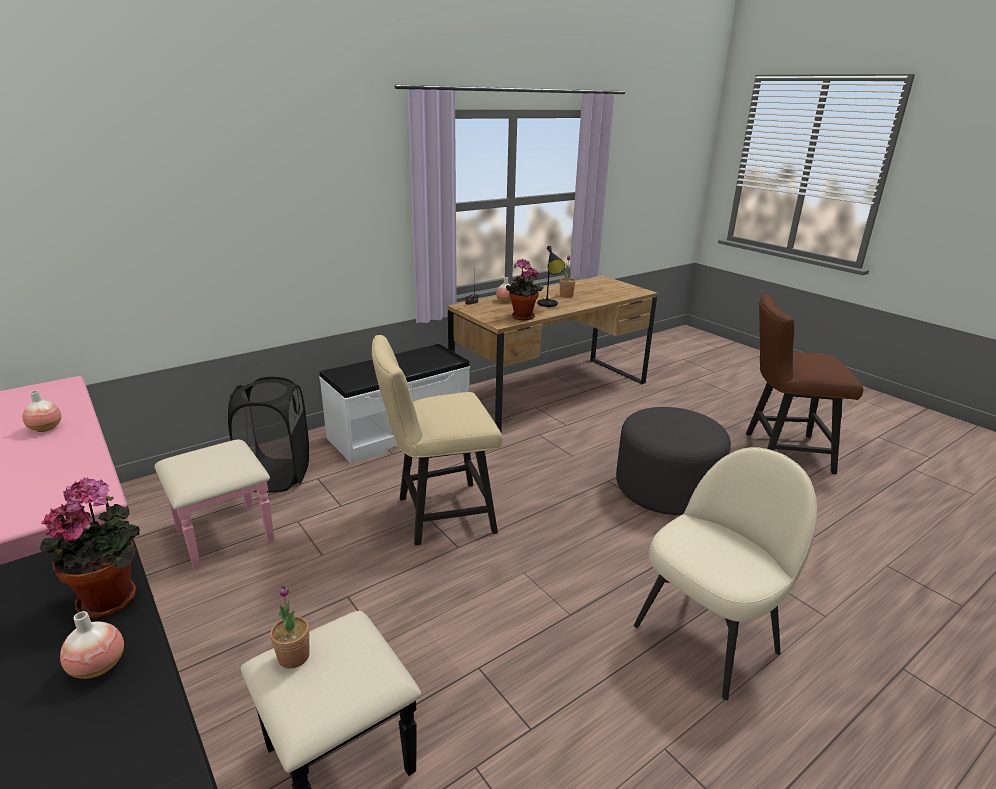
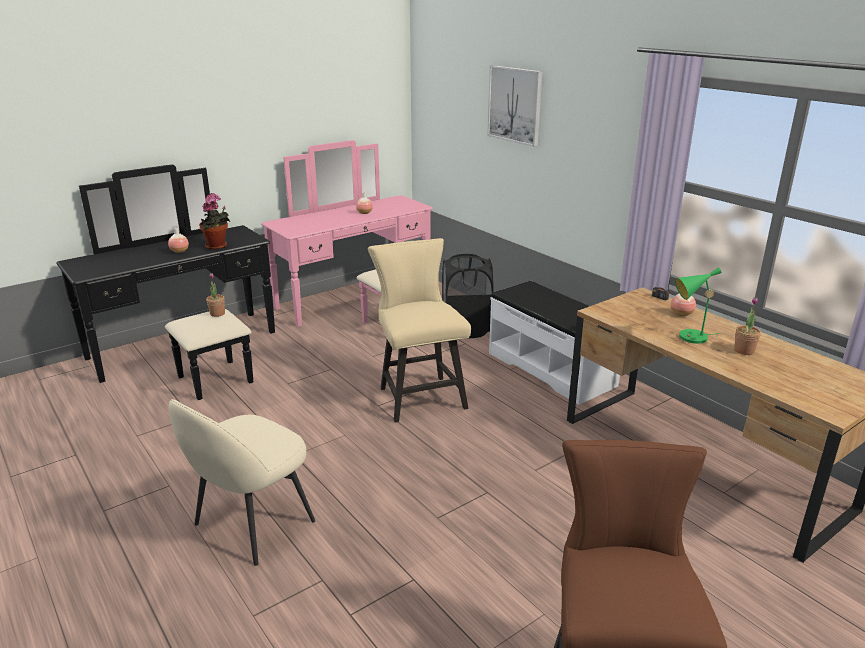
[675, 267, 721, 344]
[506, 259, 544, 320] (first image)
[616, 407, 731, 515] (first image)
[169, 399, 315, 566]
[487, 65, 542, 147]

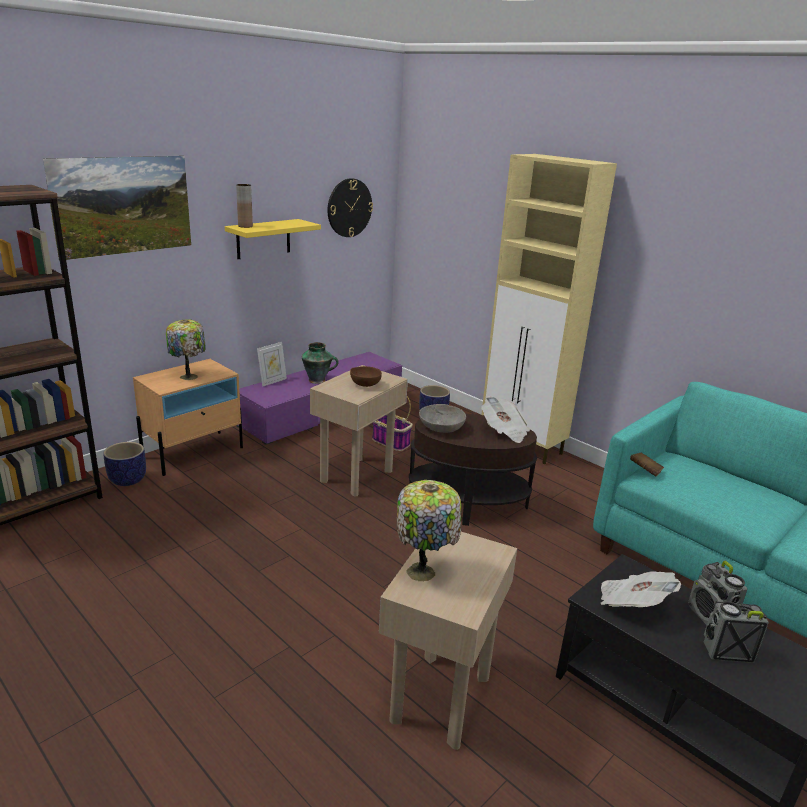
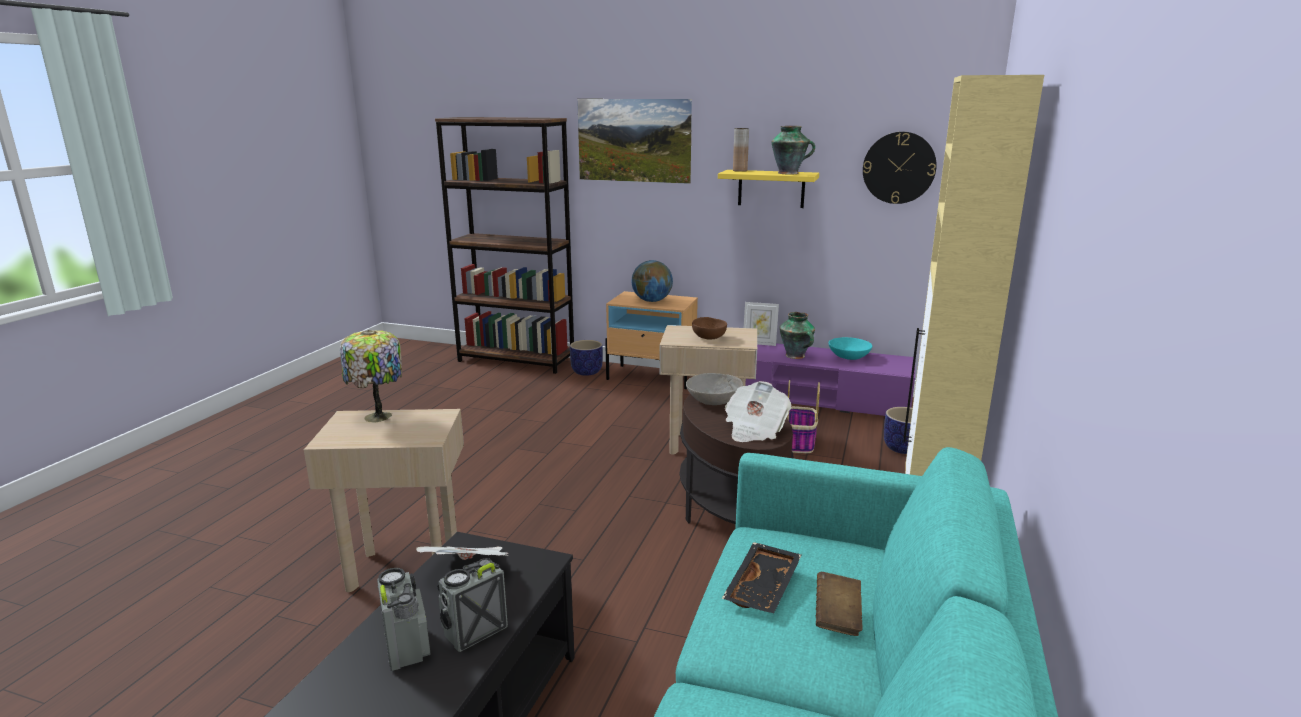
[631, 260, 673, 302]
[816, 572, 863, 636]
[771, 126, 815, 174]
[829, 337, 872, 360]
[722, 542, 802, 613]

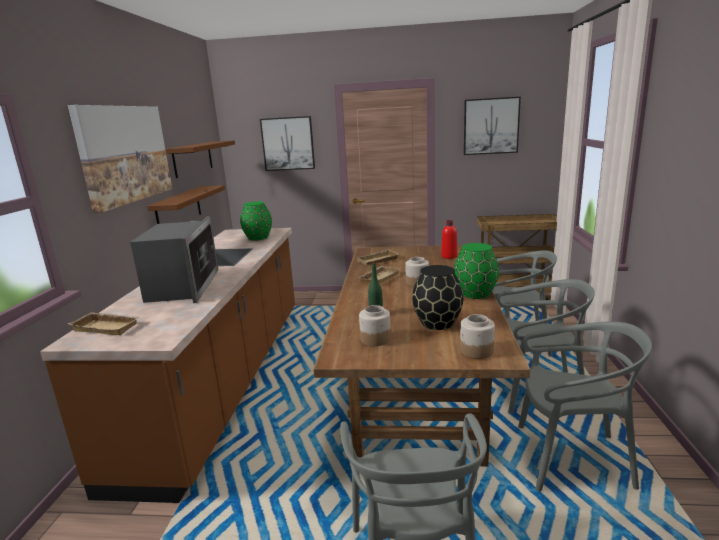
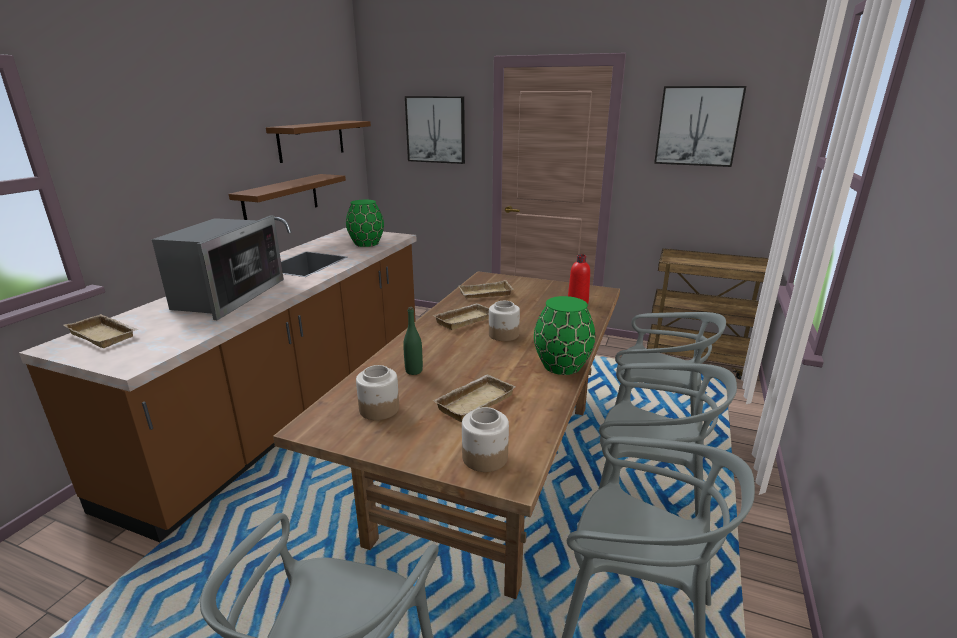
[68, 105, 172, 213] (first image)
[432, 374, 515, 422]

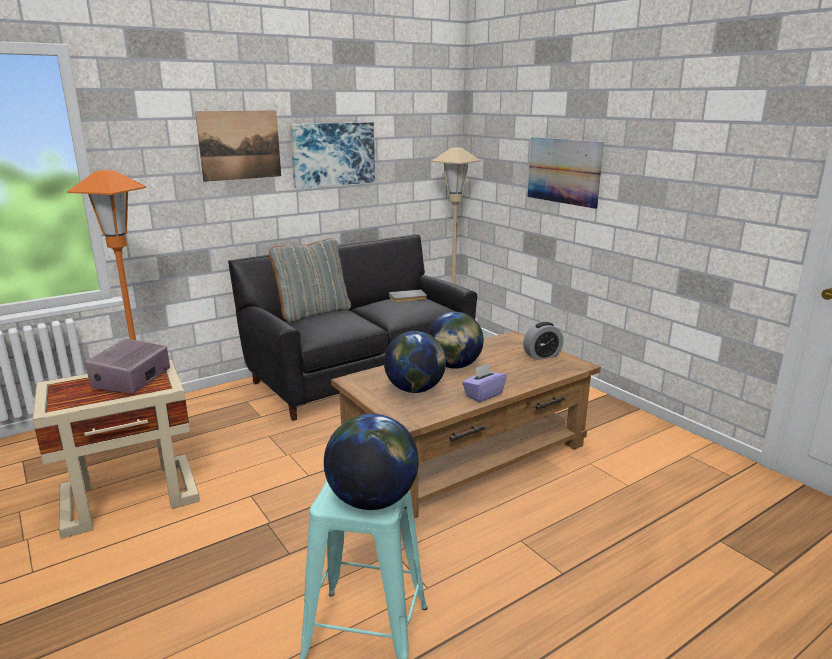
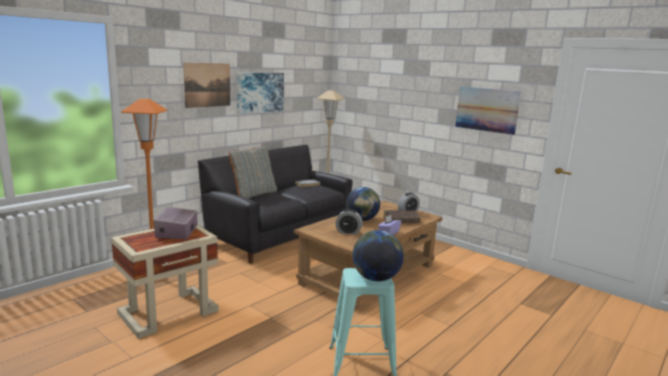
[455, 86, 521, 135]
[336, 209, 363, 235]
[383, 210, 421, 223]

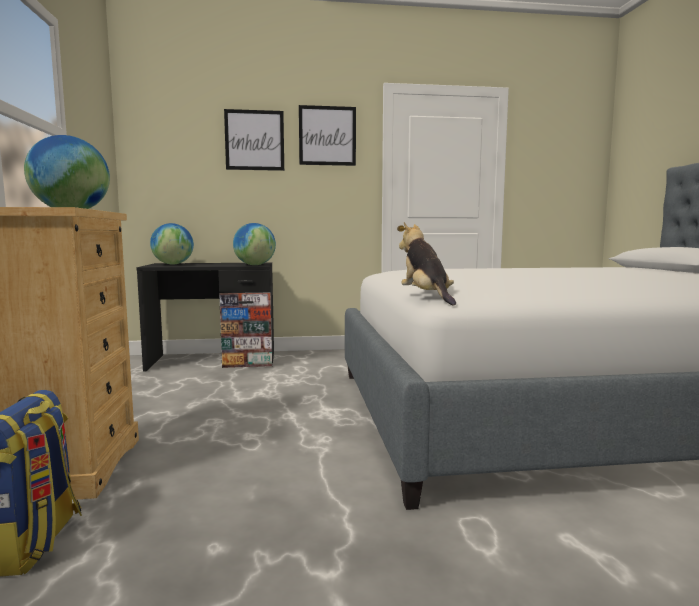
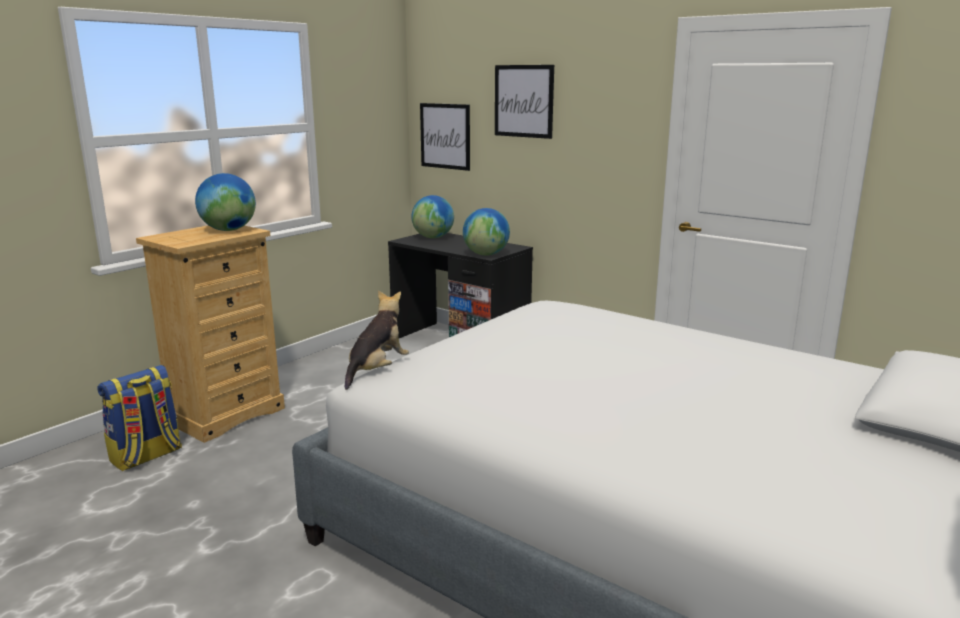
[420, 103, 470, 171]

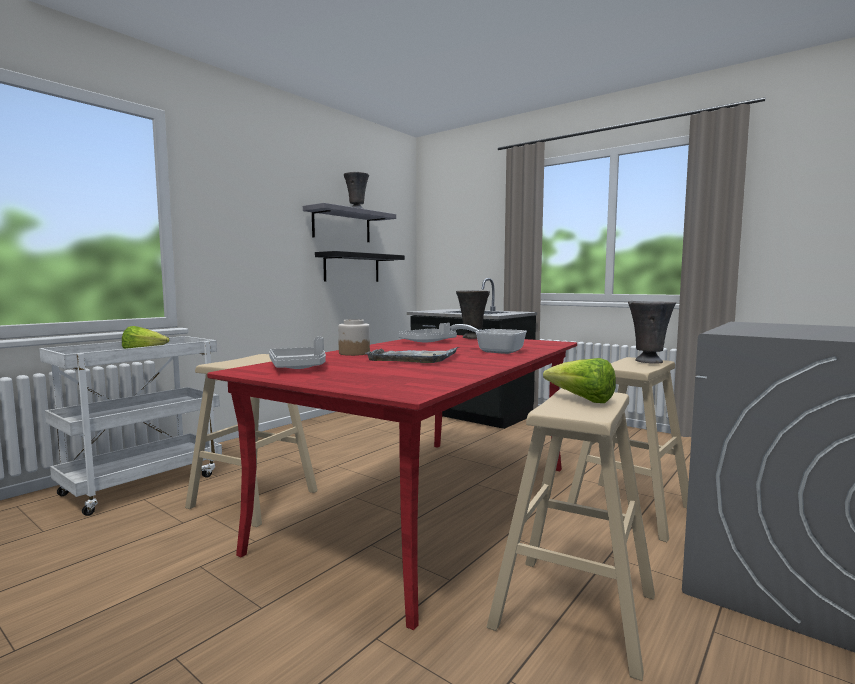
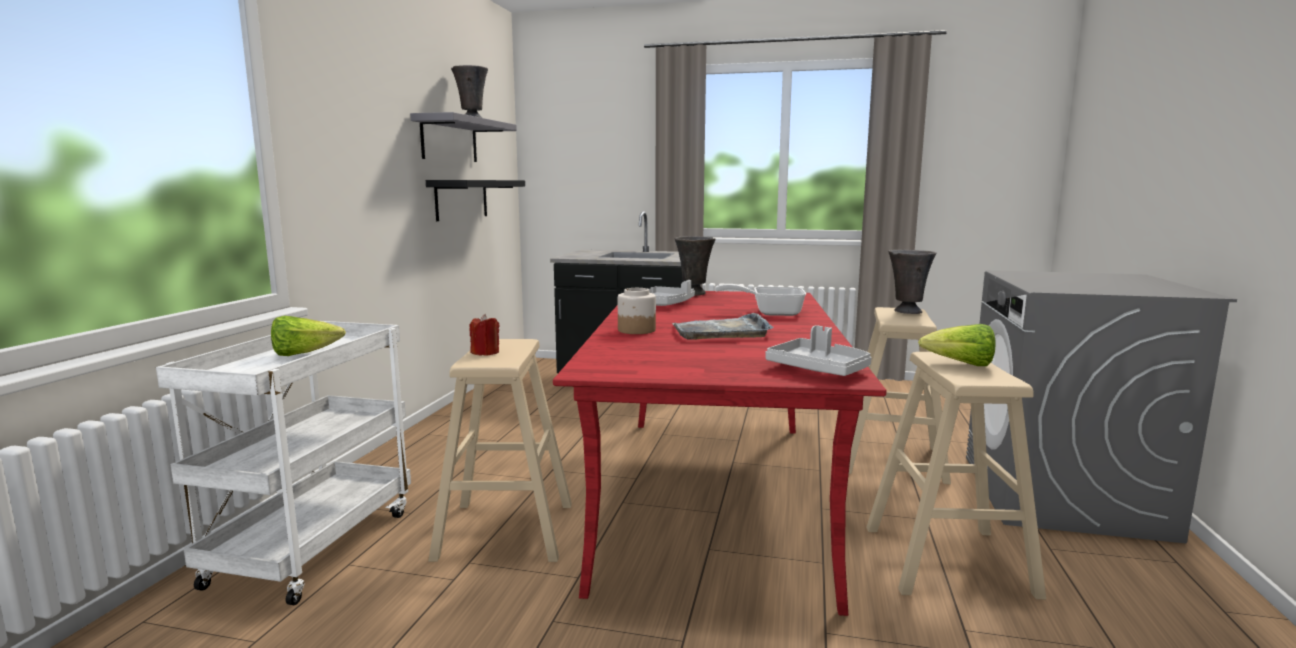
[765, 325, 872, 376]
[470, 314, 500, 356]

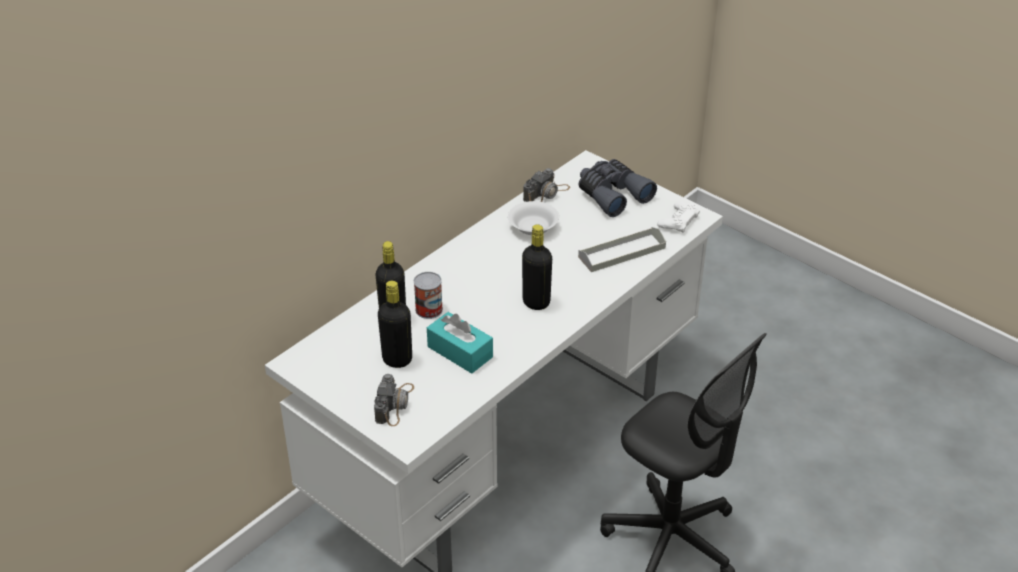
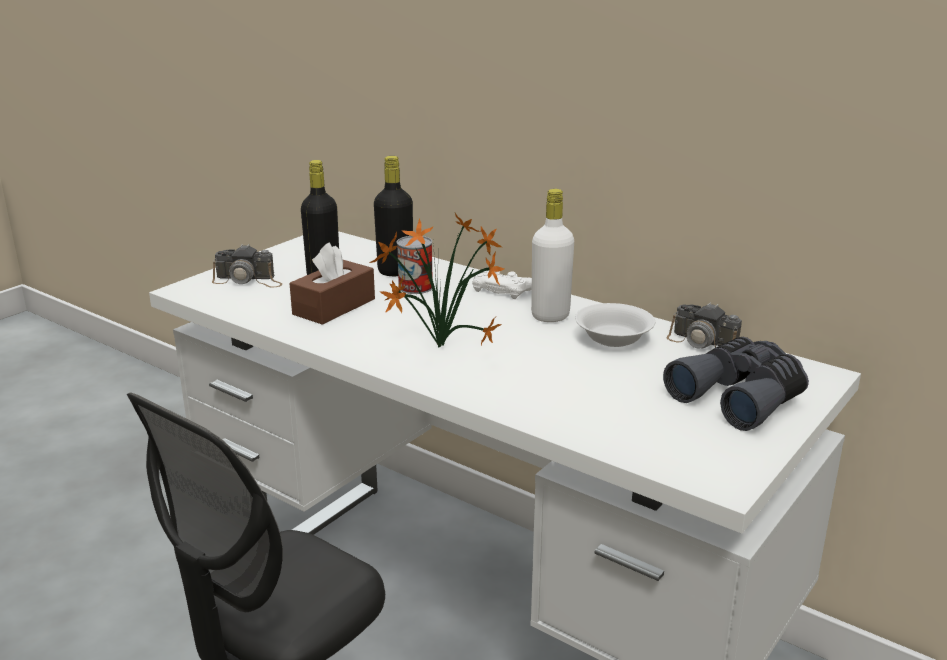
[472, 270, 532, 299]
[369, 213, 504, 347]
[578, 227, 666, 272] (first image)
[289, 243, 375, 325]
[531, 189, 574, 322]

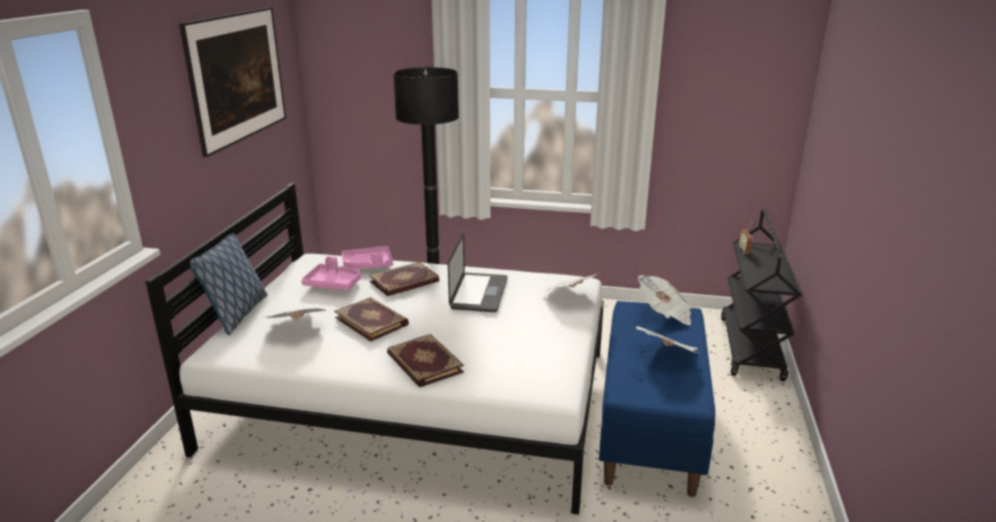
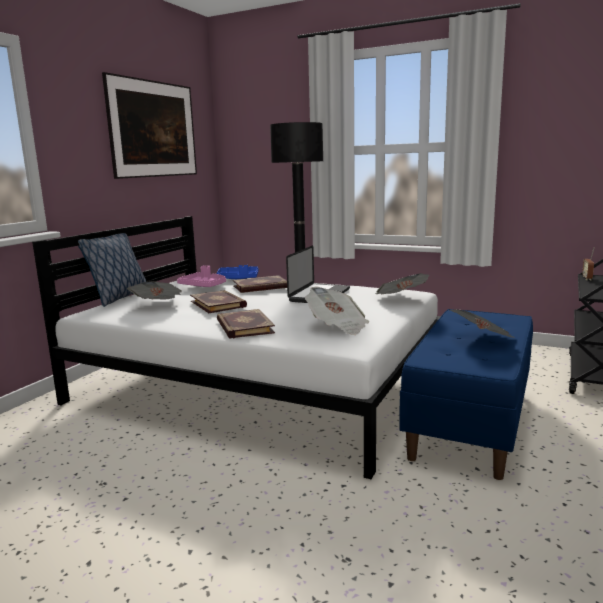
[217, 265, 258, 279]
[305, 287, 369, 335]

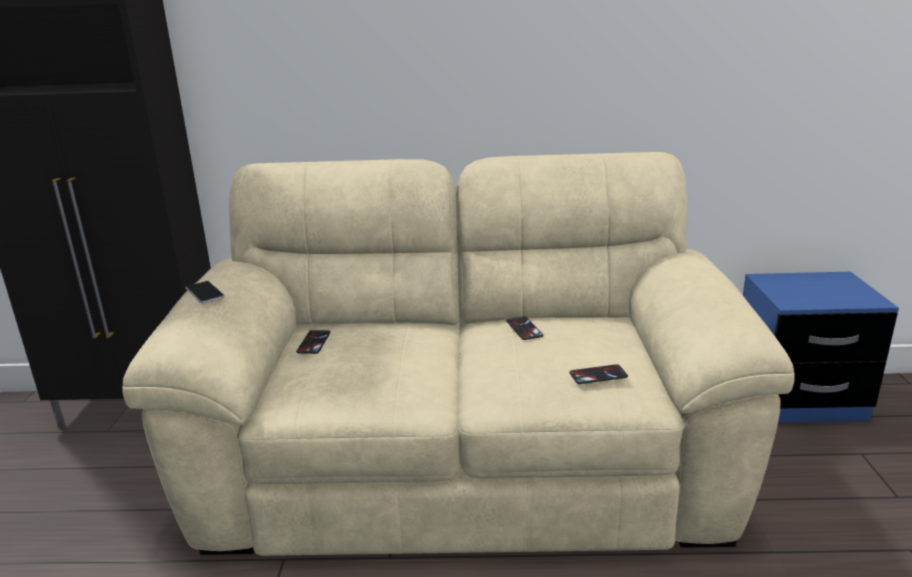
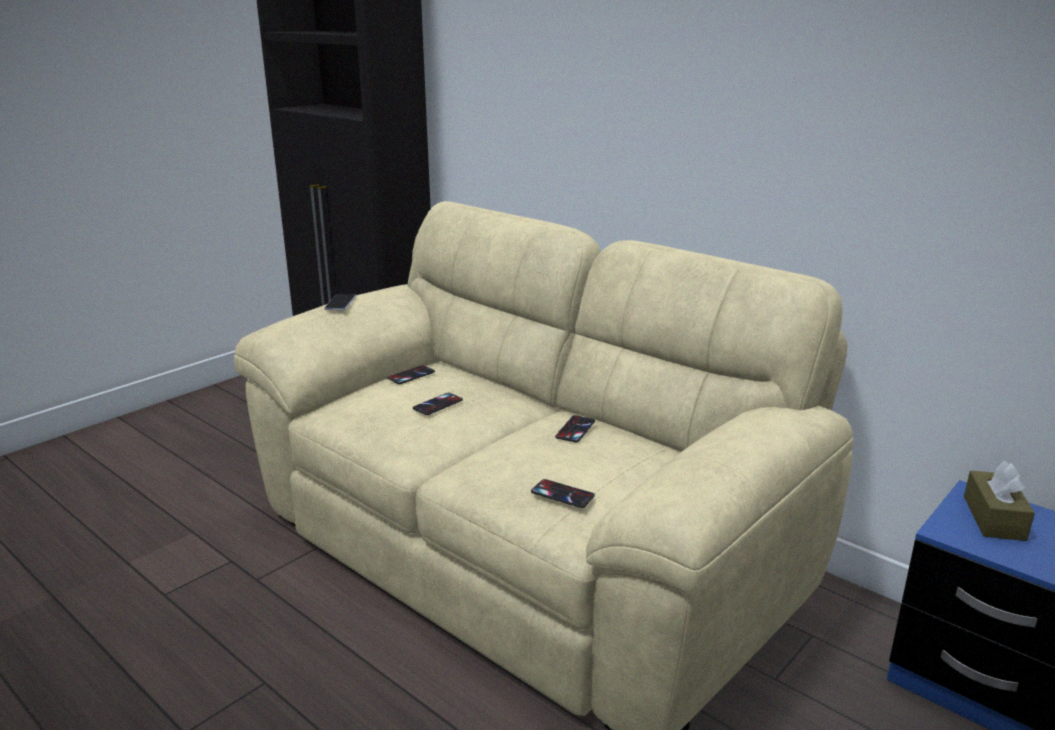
[413, 393, 463, 415]
[964, 461, 1035, 541]

